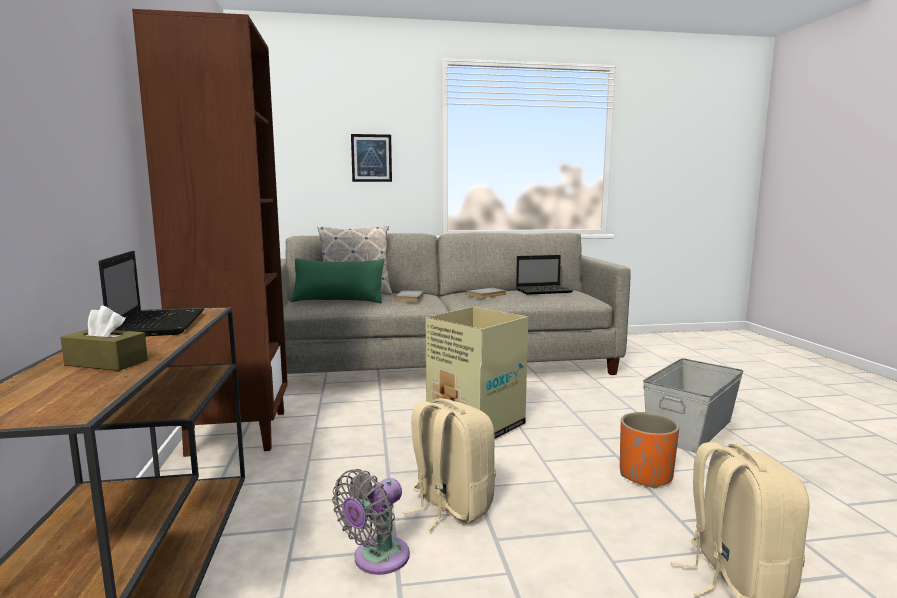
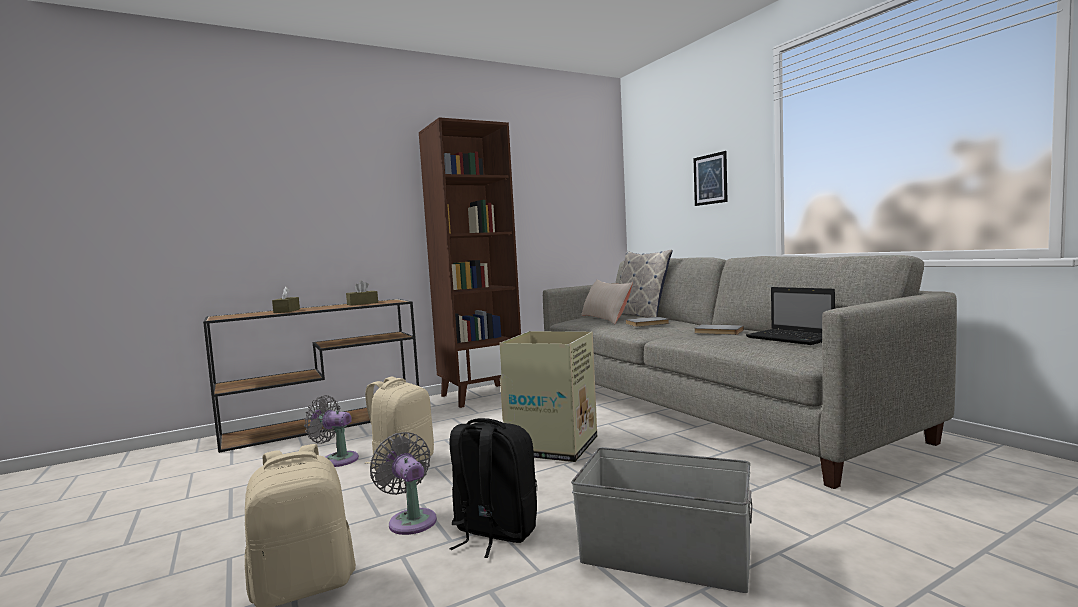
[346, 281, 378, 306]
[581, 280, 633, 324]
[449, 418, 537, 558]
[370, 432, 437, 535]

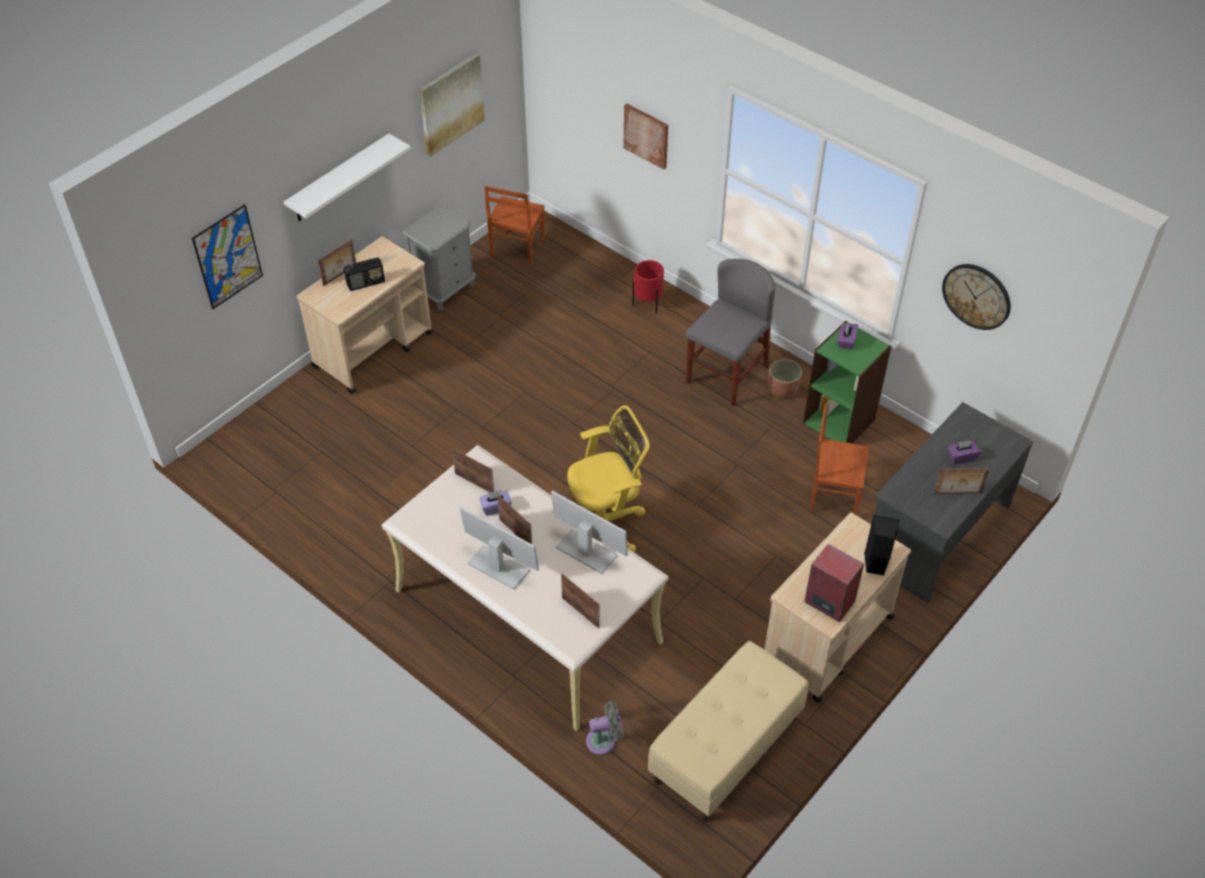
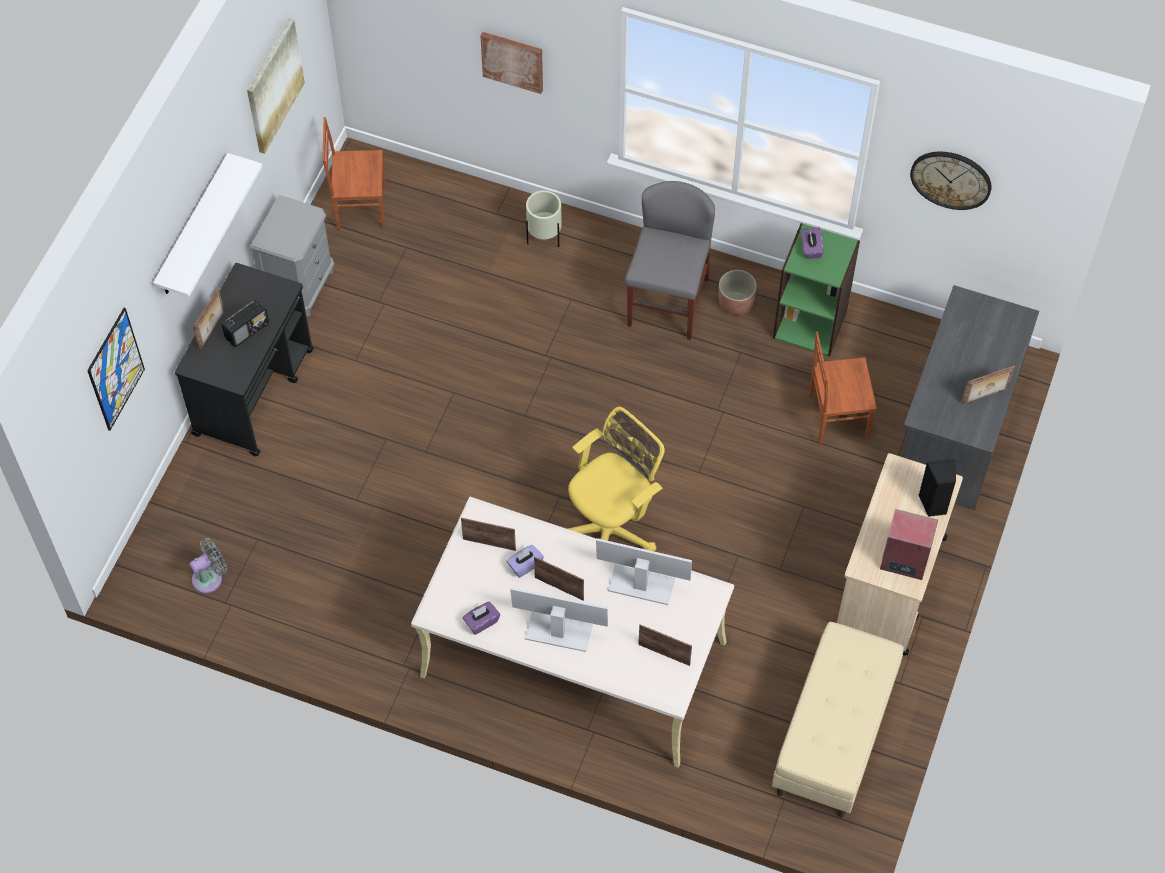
[322, 117, 385, 230]
[175, 263, 314, 456]
[526, 190, 562, 247]
[463, 601, 500, 635]
[189, 538, 227, 593]

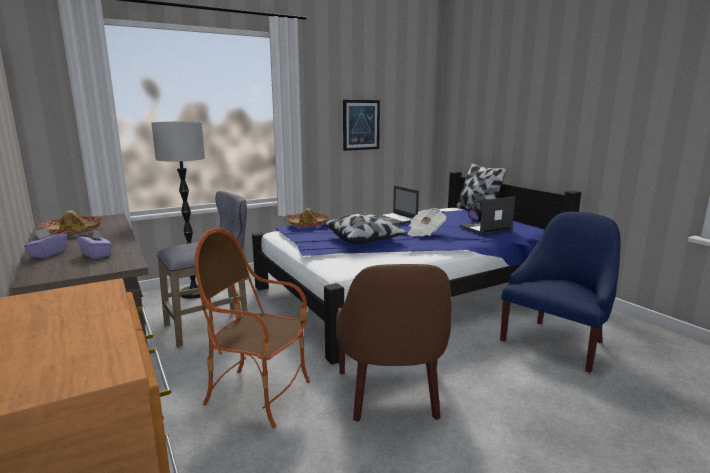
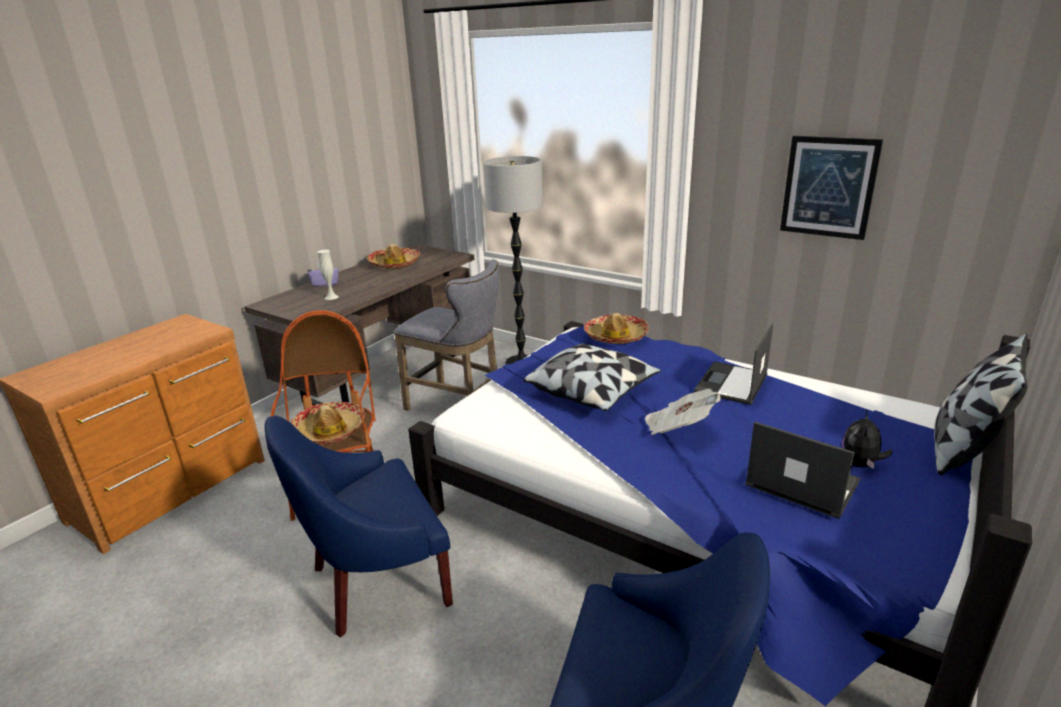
[317, 250, 339, 300]
[264, 416, 453, 637]
[291, 402, 365, 445]

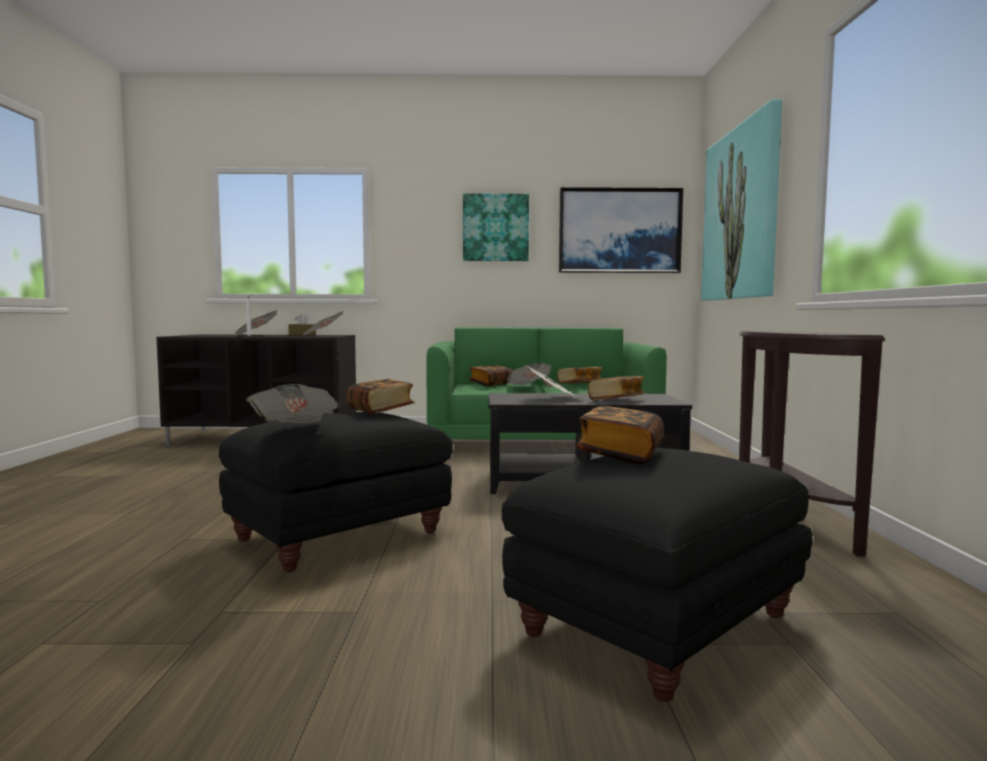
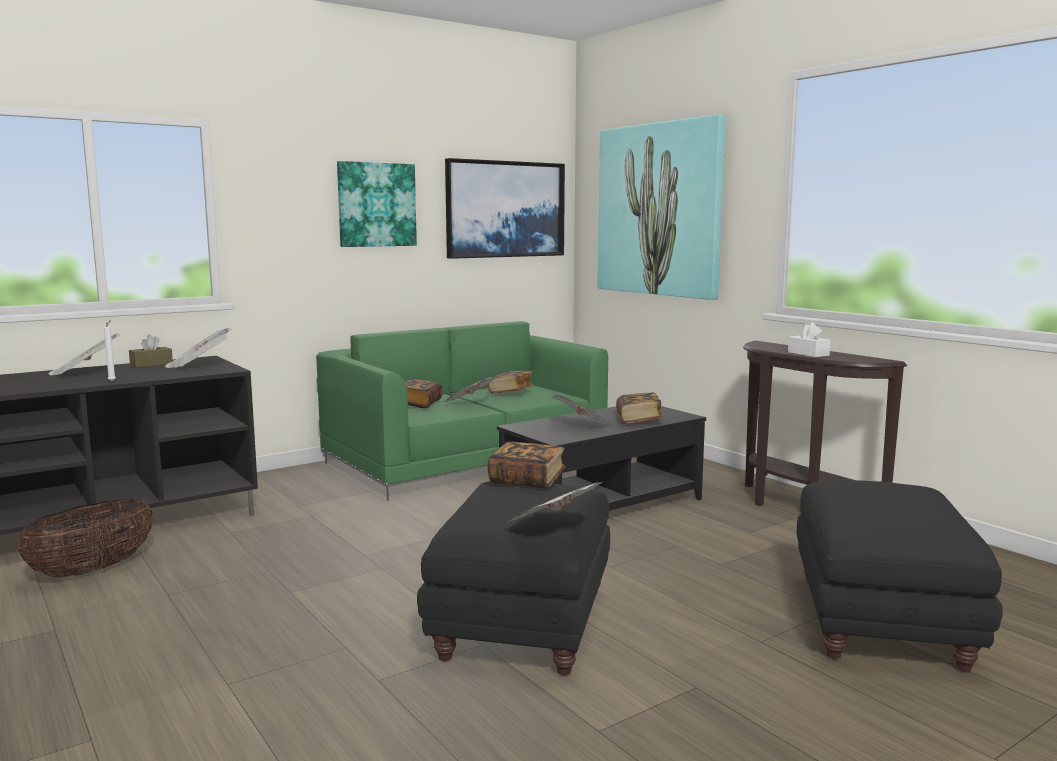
[576, 406, 664, 464] (first image)
[788, 322, 831, 357]
[16, 498, 153, 578]

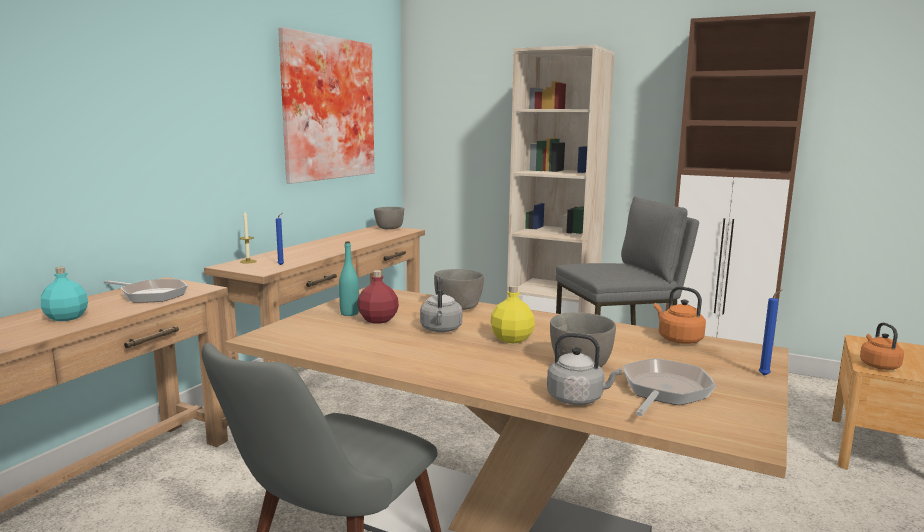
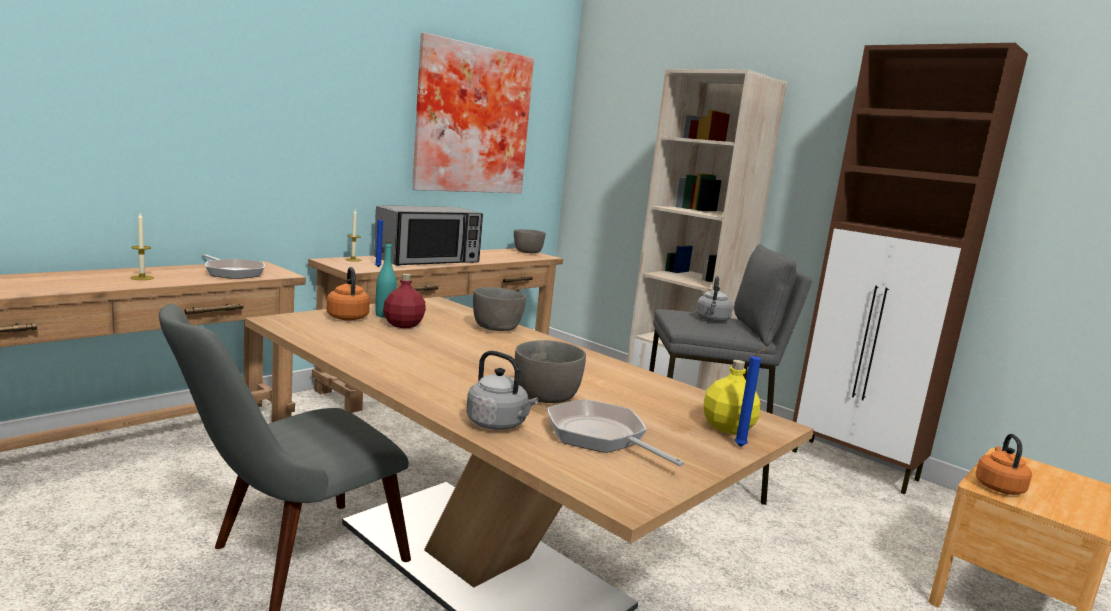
[131, 213, 154, 280]
[696, 276, 733, 322]
[704, 360, 760, 434]
[327, 267, 370, 321]
[547, 399, 684, 467]
[374, 205, 483, 266]

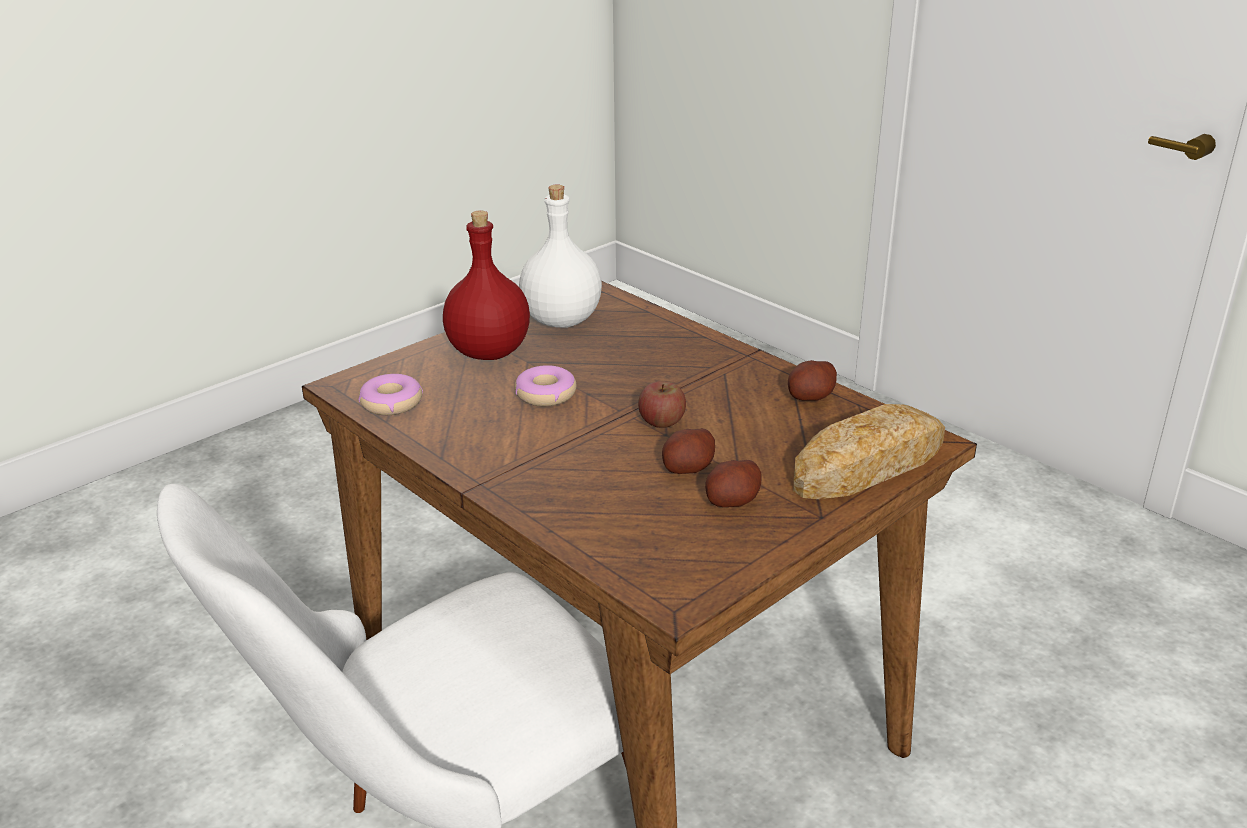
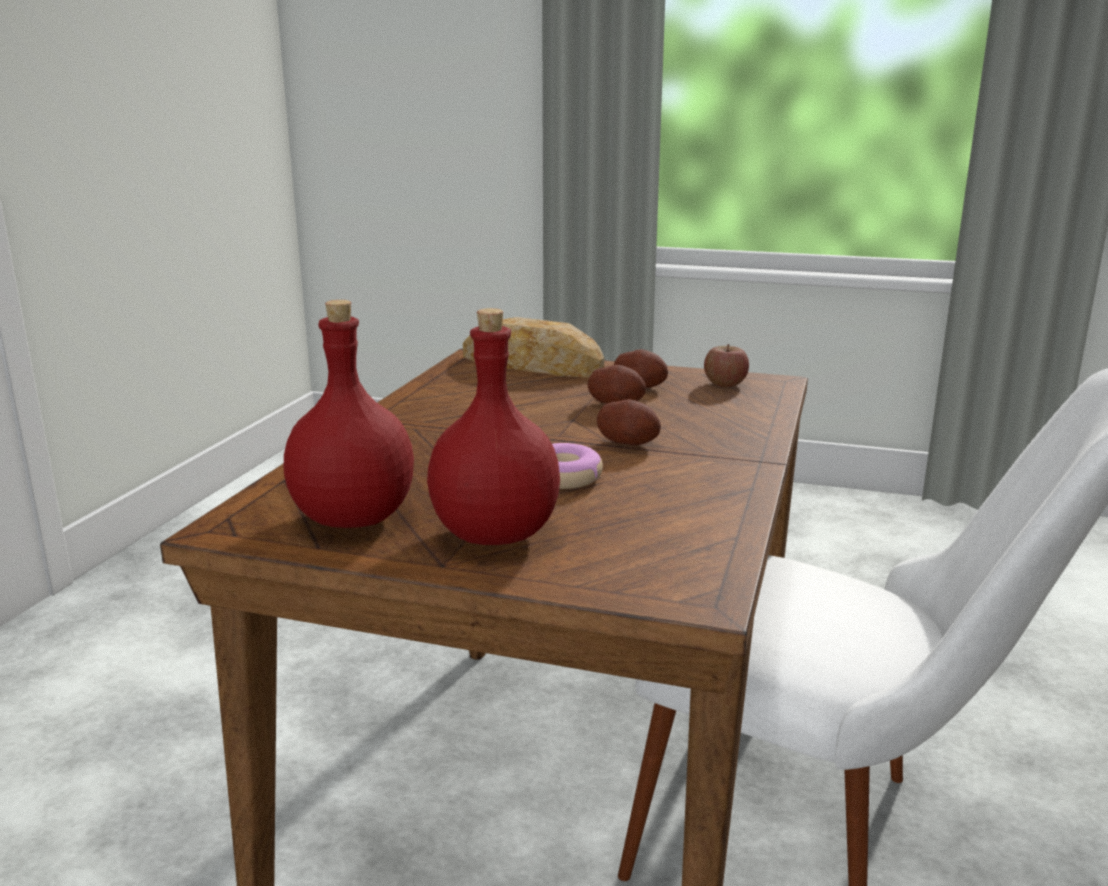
[284, 300, 414, 528]
[597, 399, 661, 445]
[359, 374, 423, 415] (first image)
[704, 344, 749, 387]

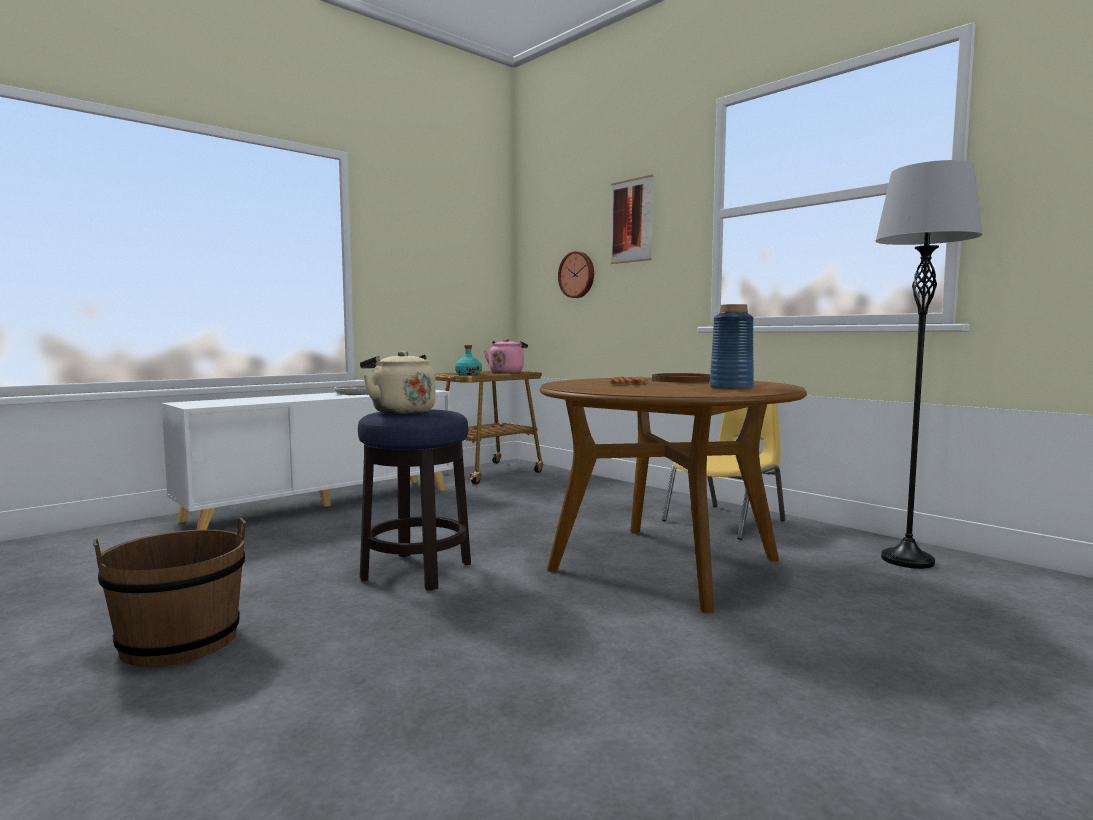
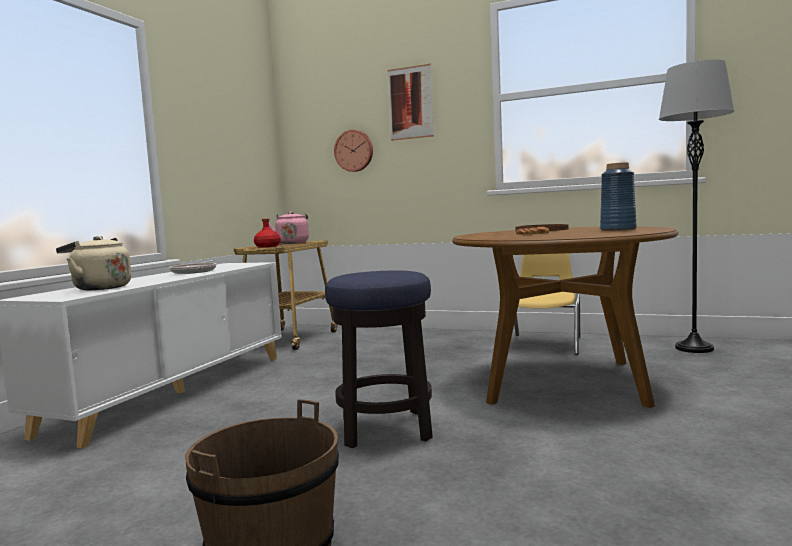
[254, 218, 281, 247]
[56, 236, 131, 290]

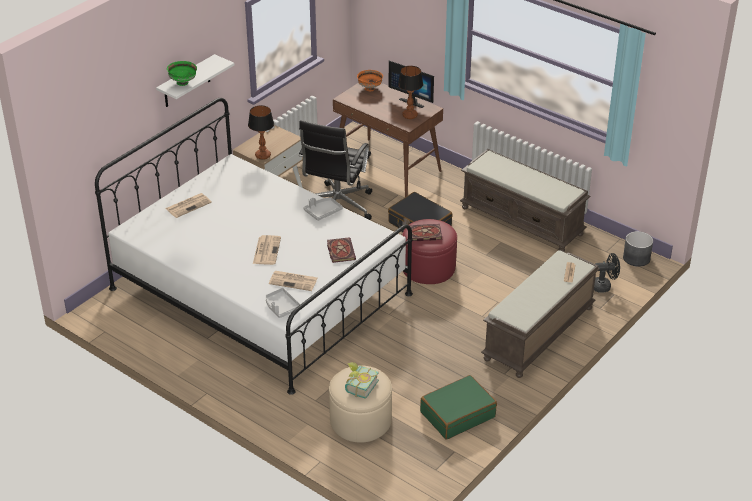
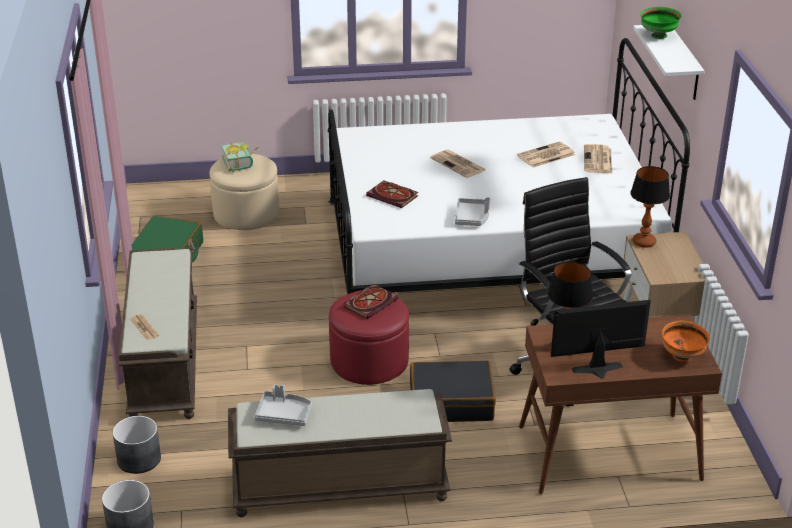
[113, 416, 161, 474]
[517, 141, 575, 168]
[254, 384, 312, 426]

